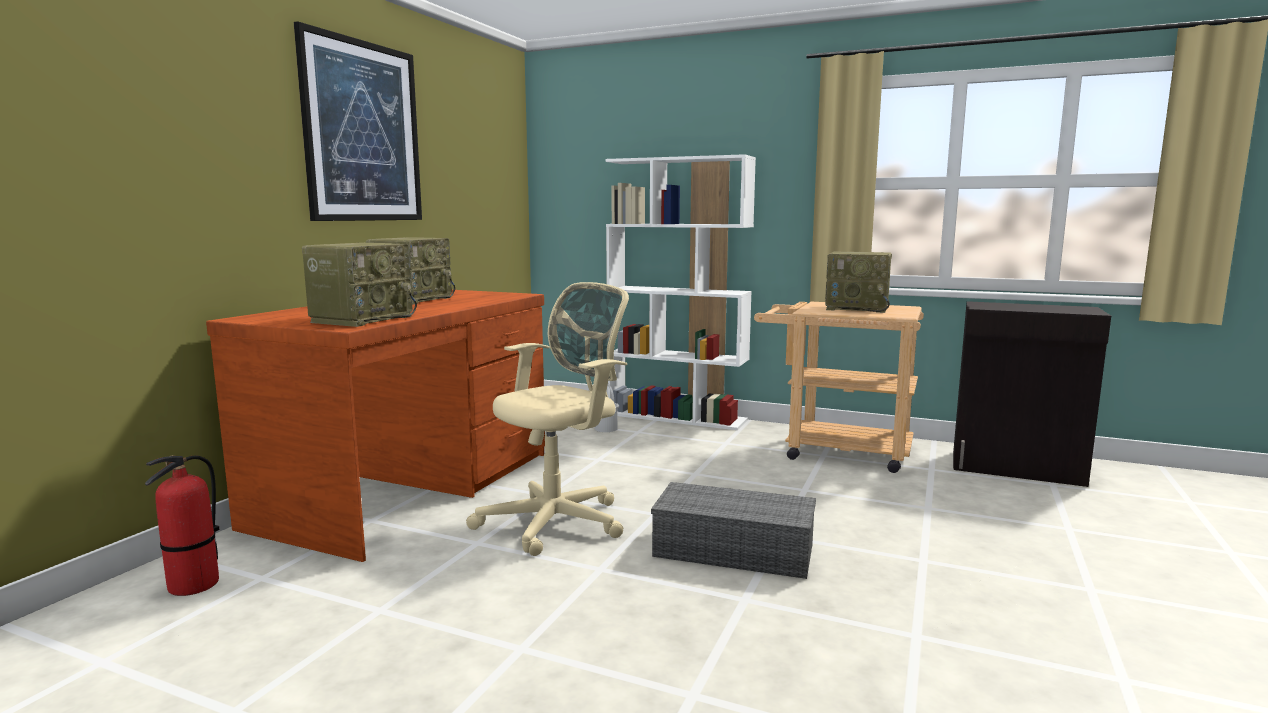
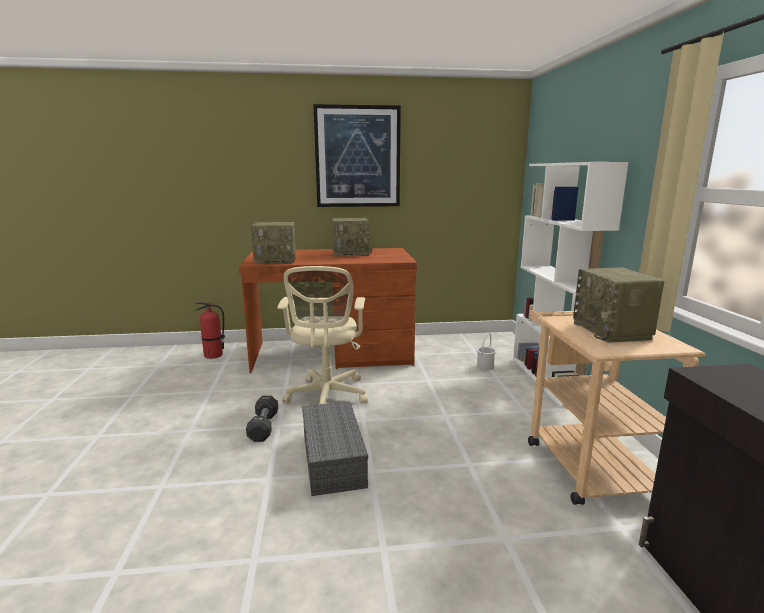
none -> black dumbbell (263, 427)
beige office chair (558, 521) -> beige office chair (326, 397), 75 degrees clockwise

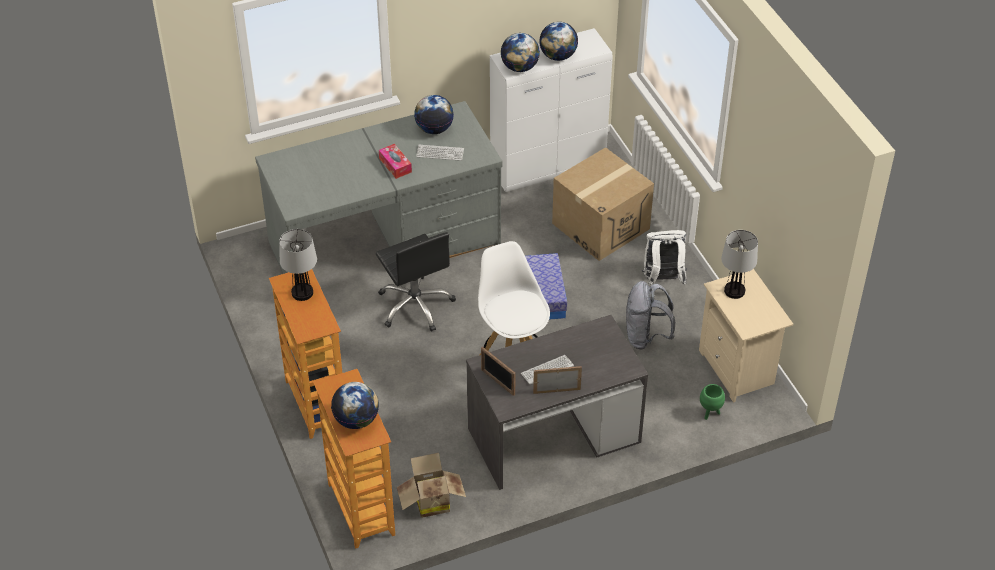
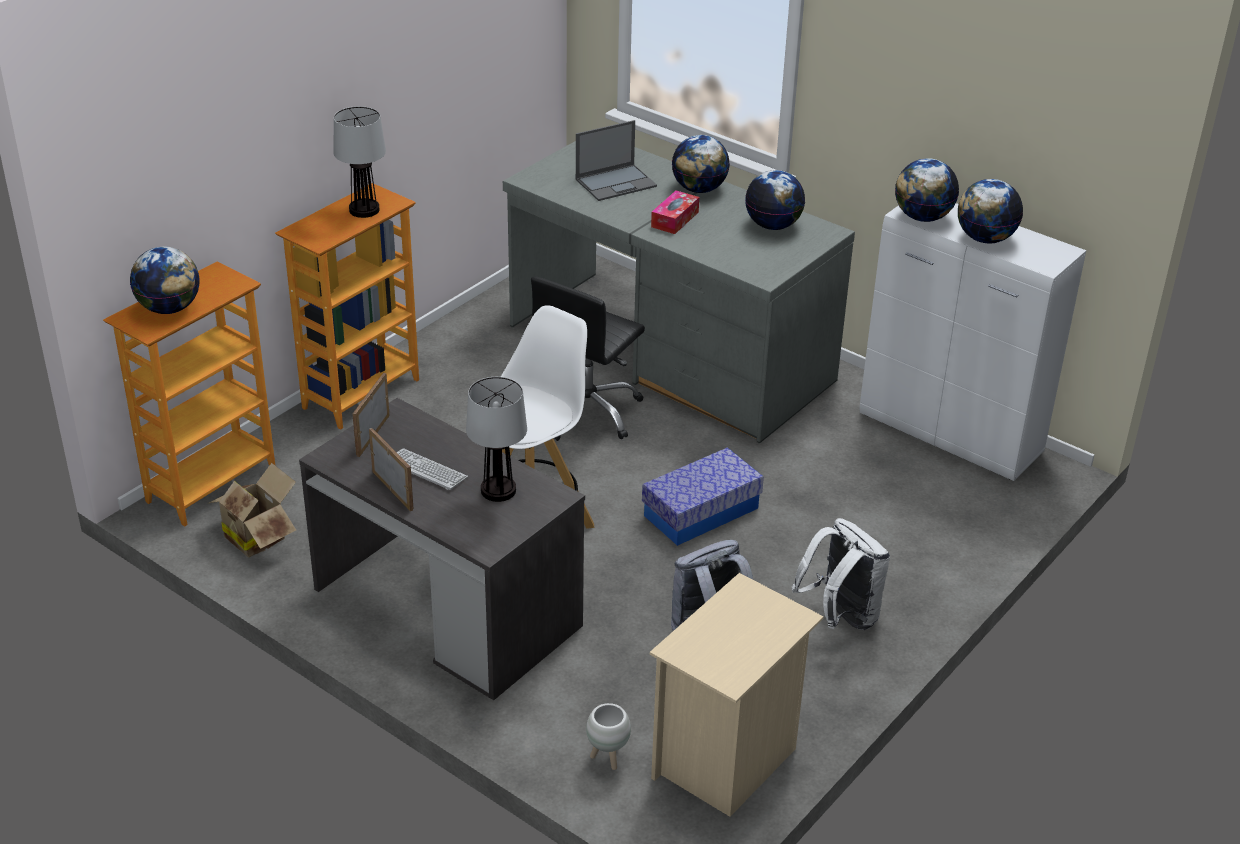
keyboard (440, 153) -> none
cardboard box (600, 226) -> none
none -> laptop (616, 182)
none -> globe (699, 189)
table lamp (734, 291) -> table lamp (498, 490), move
green planter (710, 413) -> white planter (608, 758)

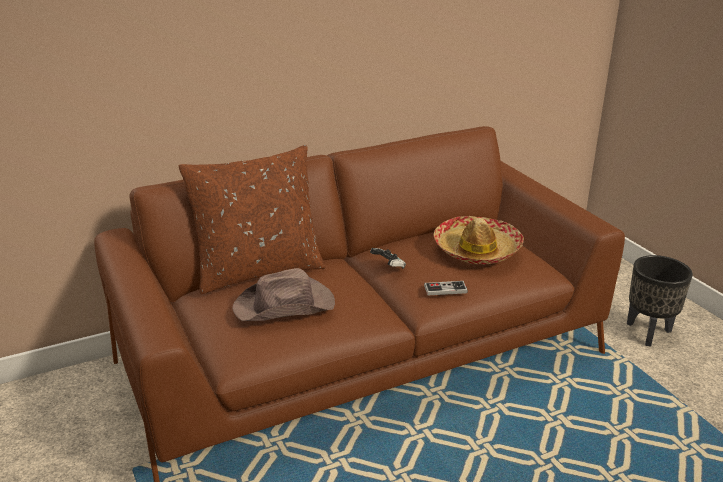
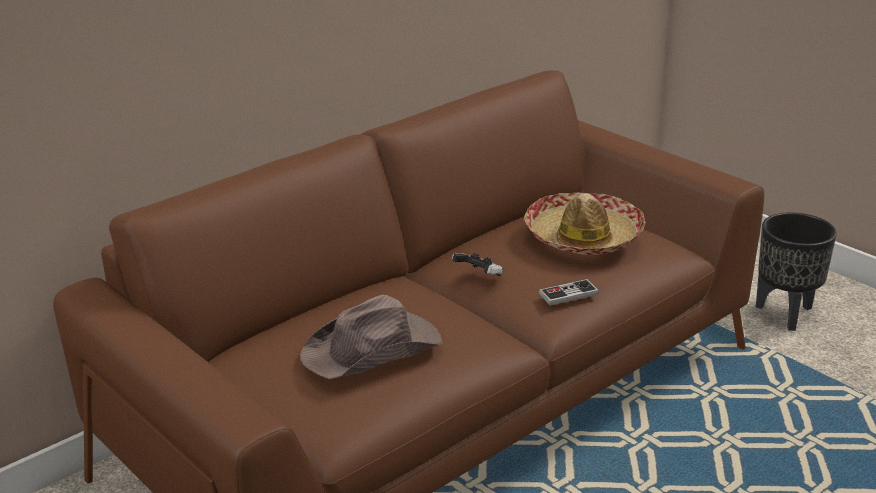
brown pillow (258, 271) -> none

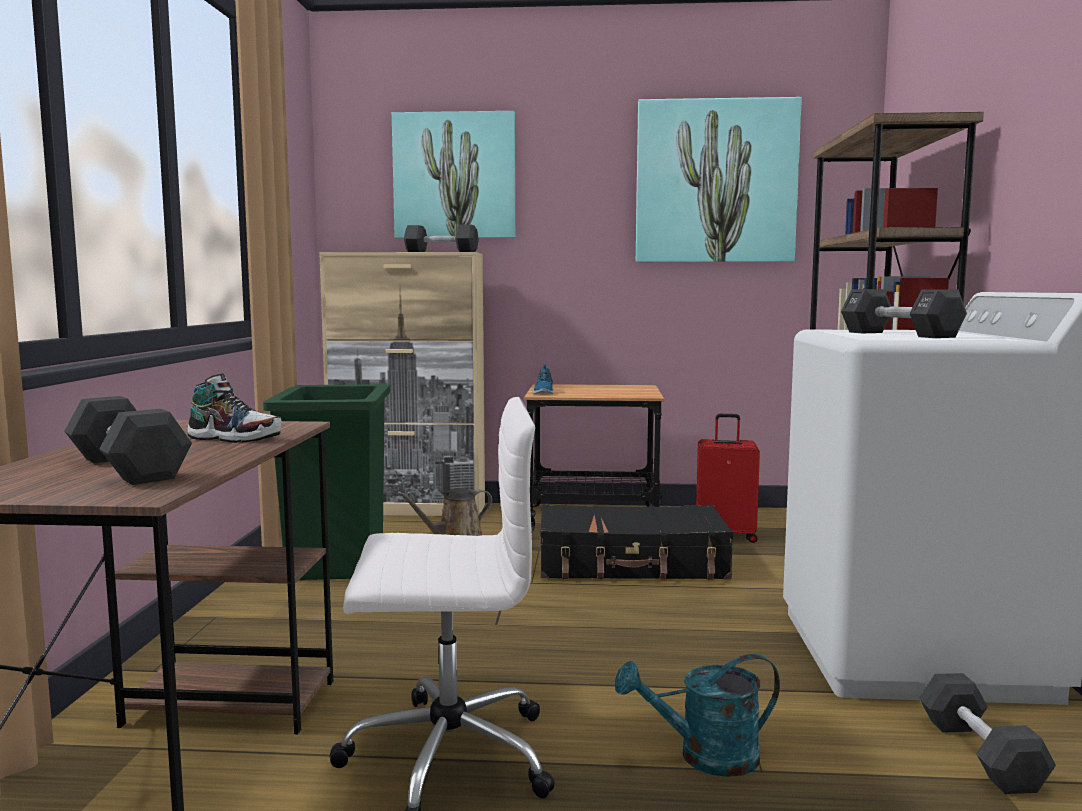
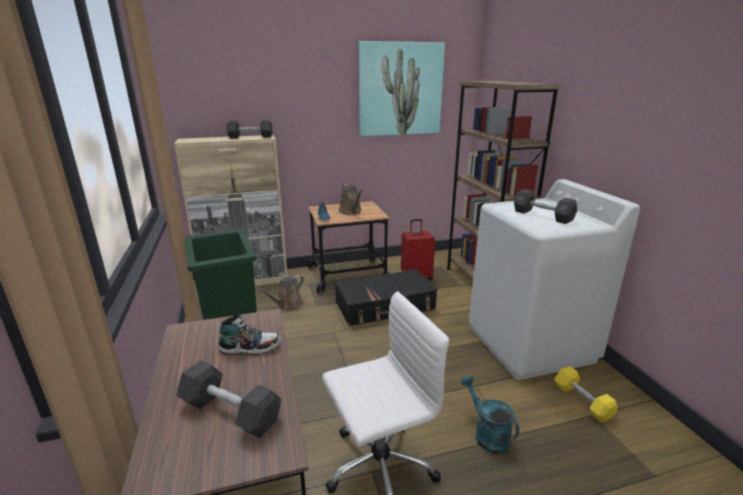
picture (454, 176) -> none
none -> brown watering can (351, 212)
black dumbbell (980, 754) -> yellow dumbbell (582, 401)
turquoise watering can (705, 757) -> turquoise watering can (487, 434), 90 degrees clockwise

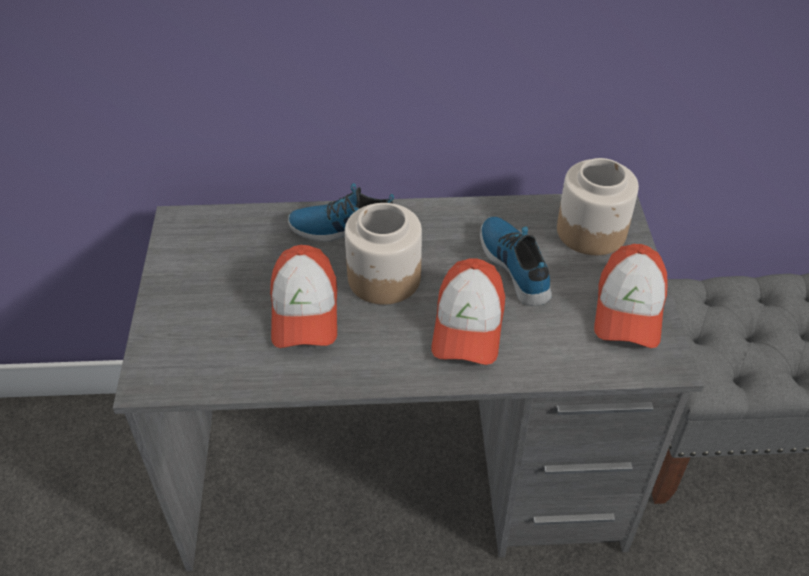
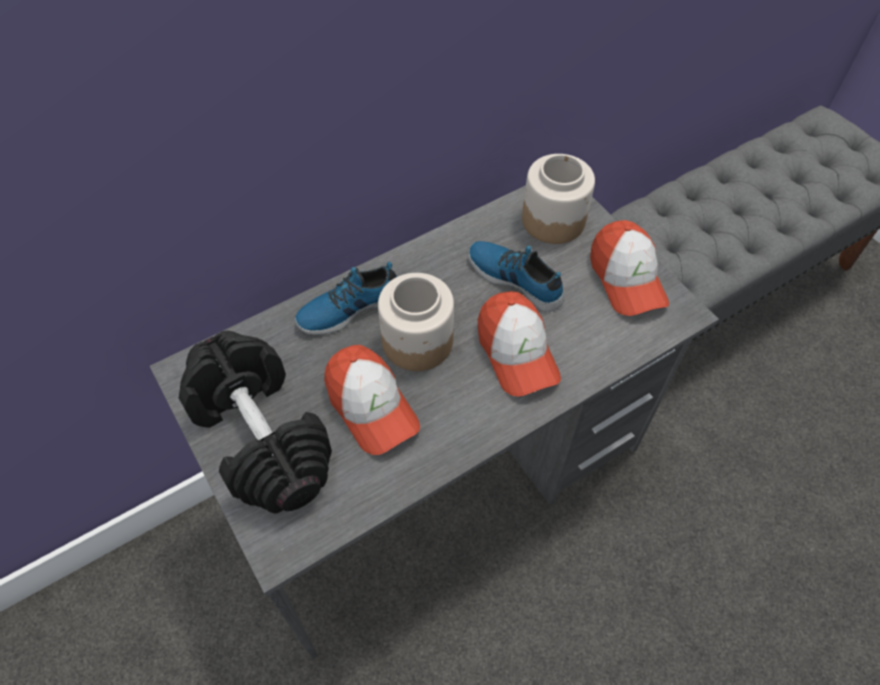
none -> black dumbbell (260, 436)

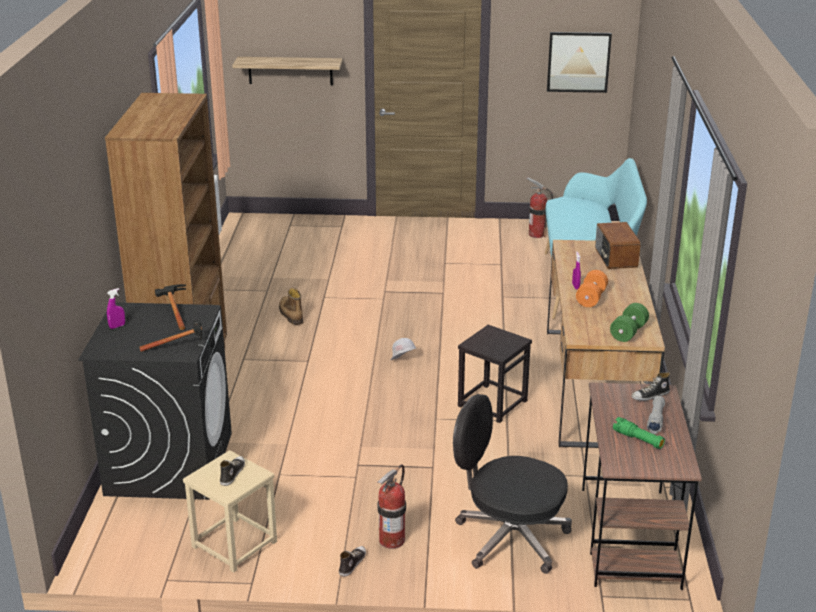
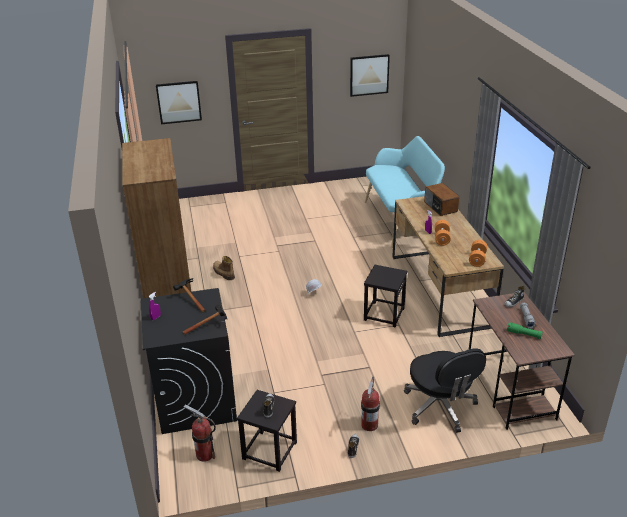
fire extinguisher (536, 234) -> fire extinguisher (205, 454), move
shelf (290, 70) -> picture (179, 102)
beige stool (234, 544) -> black stool (269, 451)
green dumbbell (628, 332) -> orange dumbbell (477, 259)
black office chair (509, 538) -> black office chair (440, 407), 120 degrees counterclockwise

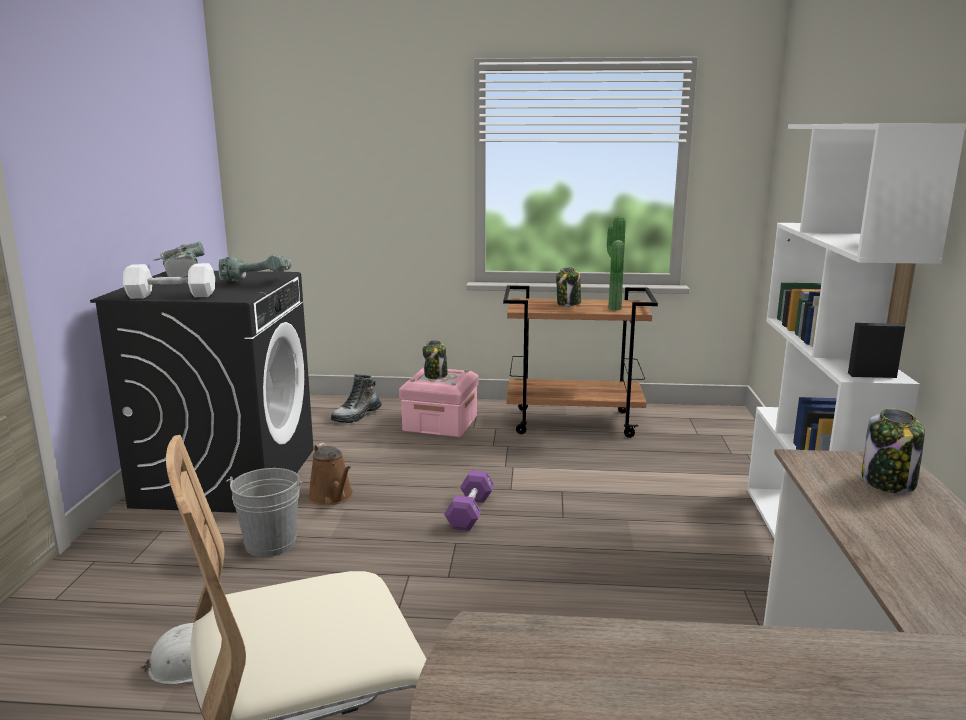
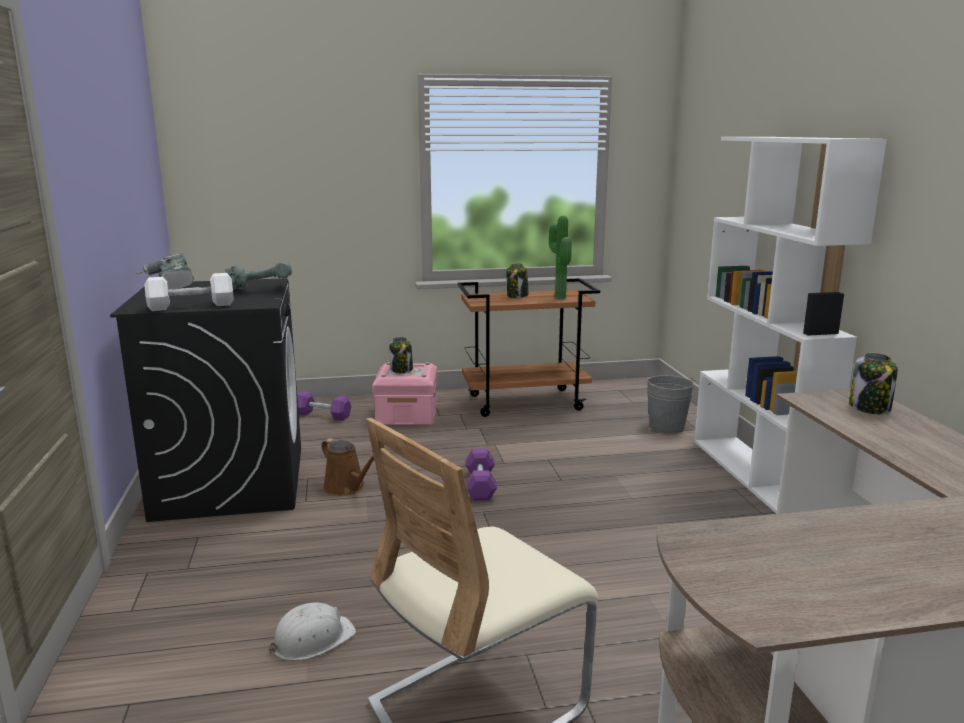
grey bucket (270, 543) -> grey bucket (666, 427), move
boot (356, 416) -> purple dumbbell (322, 415)

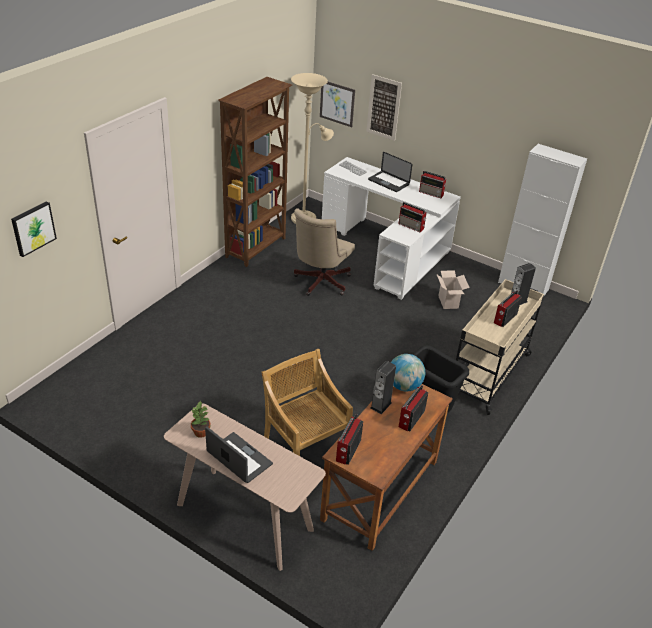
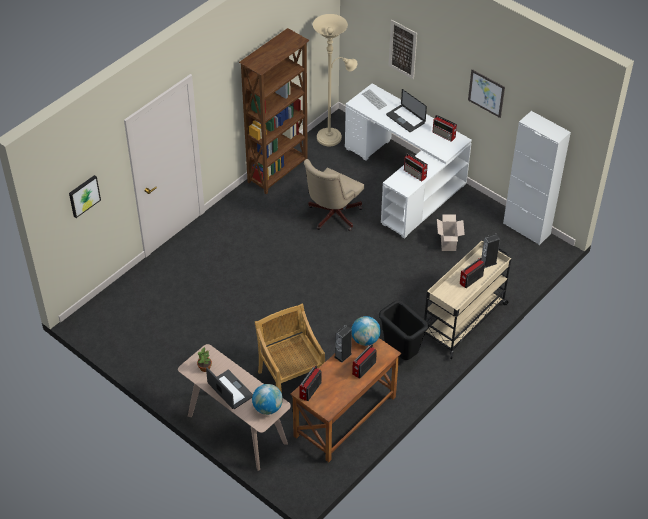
none -> globe (267, 408)
picture (337, 103) -> picture (486, 93), move

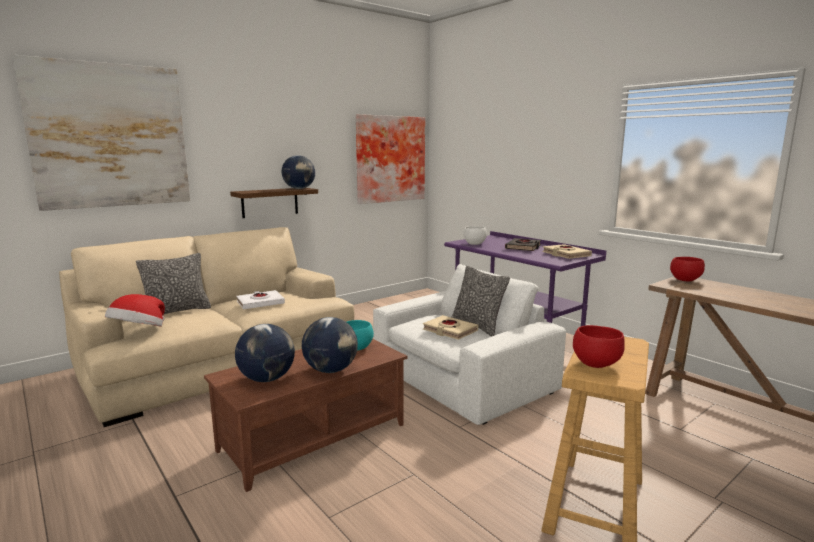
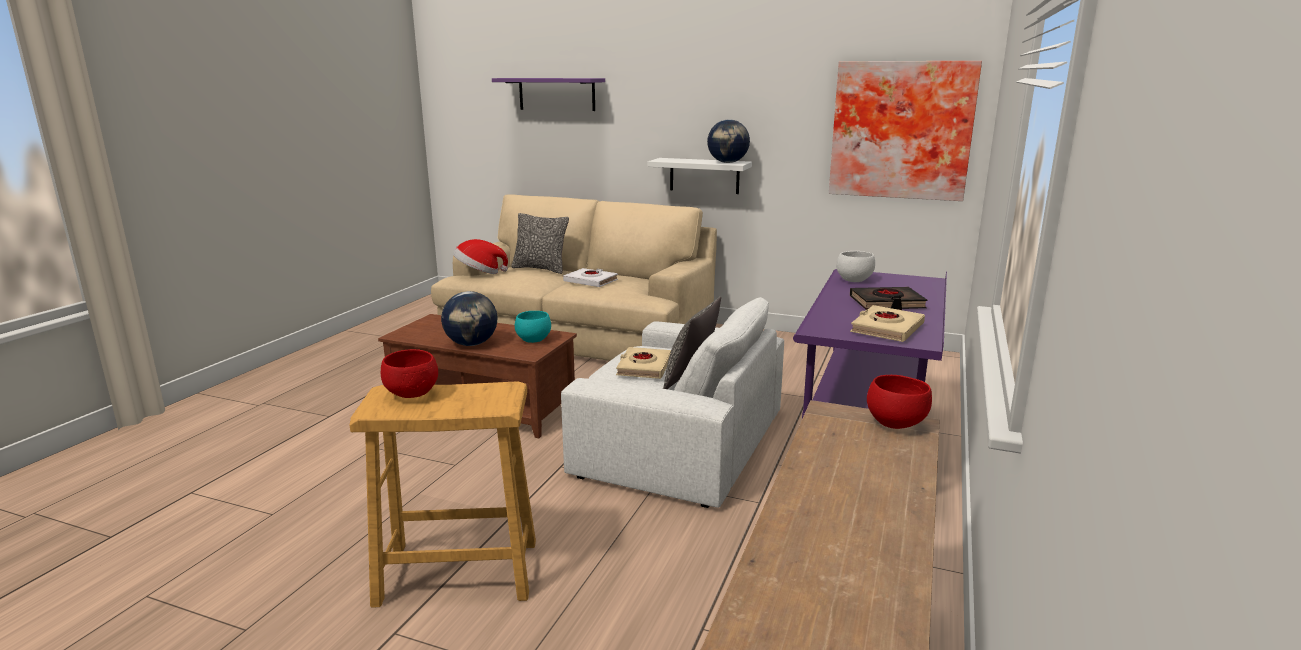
globe (267, 379) -> none
picture (110, 136) -> purple shelf (556, 94)
brown shelf (270, 202) -> white shelf (704, 175)

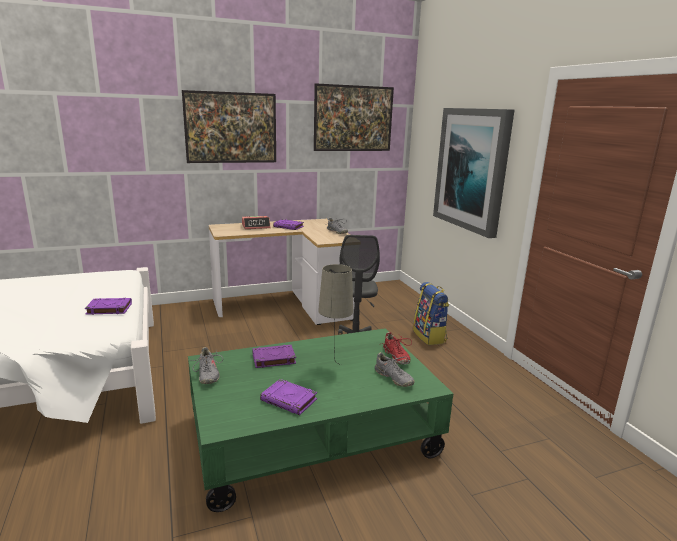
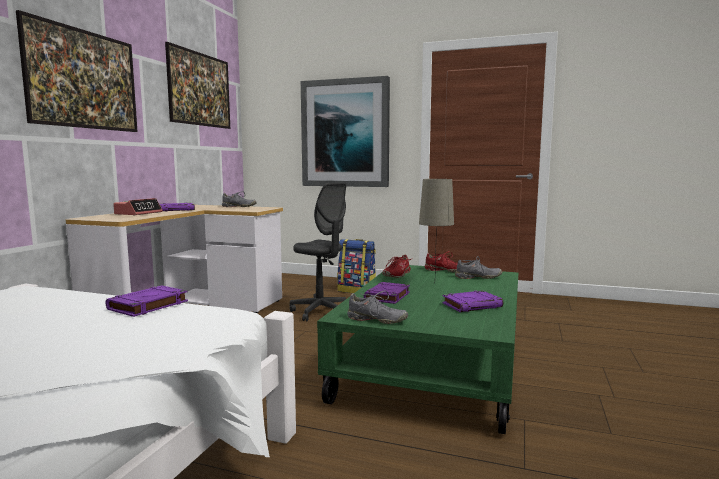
none -> red shoe (396, 275)

